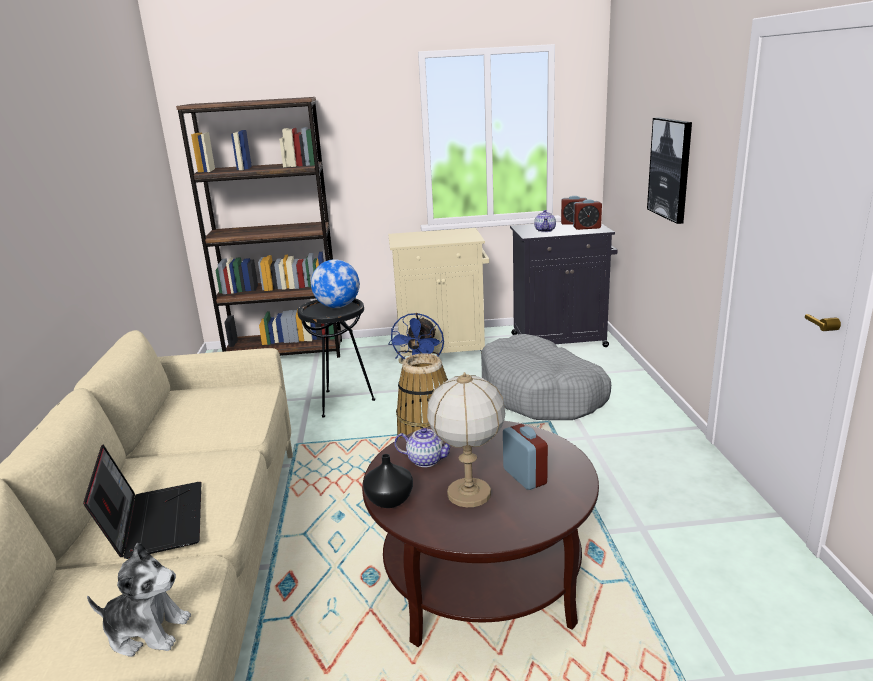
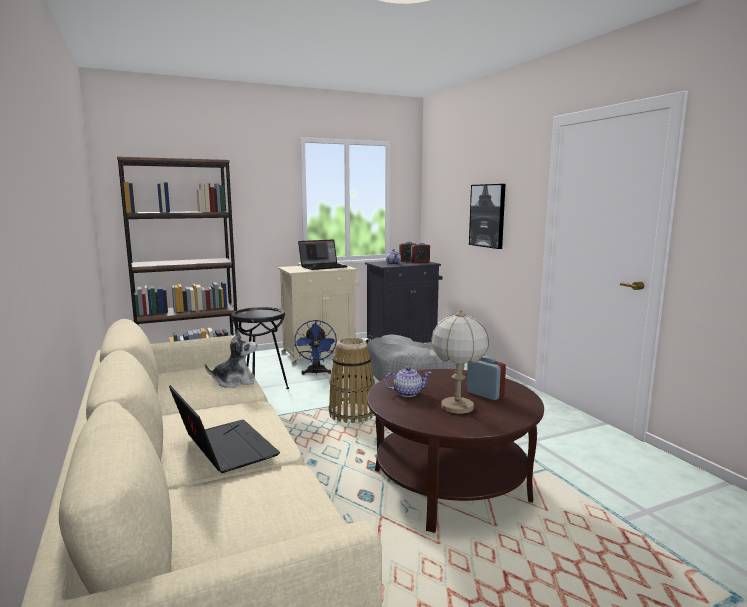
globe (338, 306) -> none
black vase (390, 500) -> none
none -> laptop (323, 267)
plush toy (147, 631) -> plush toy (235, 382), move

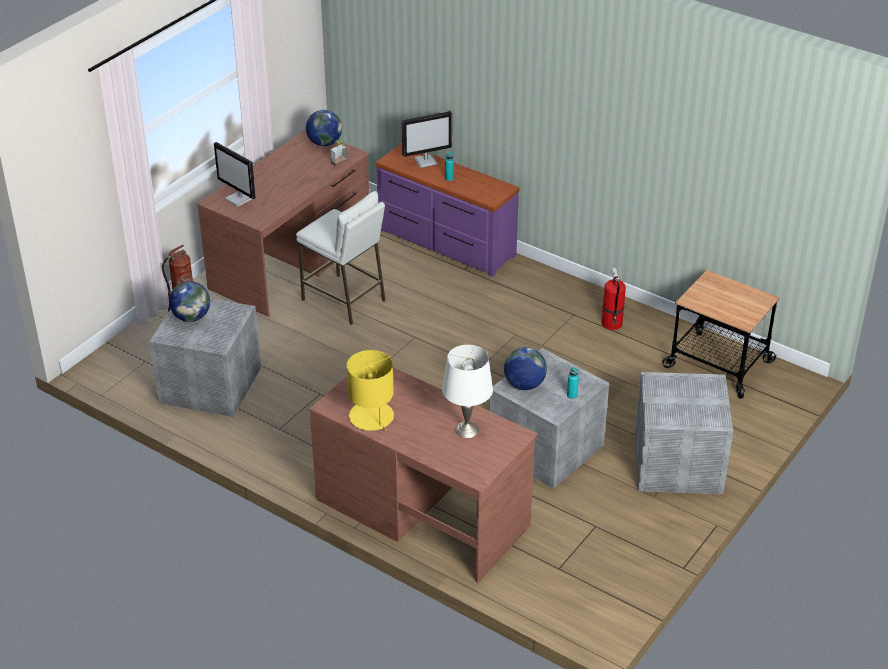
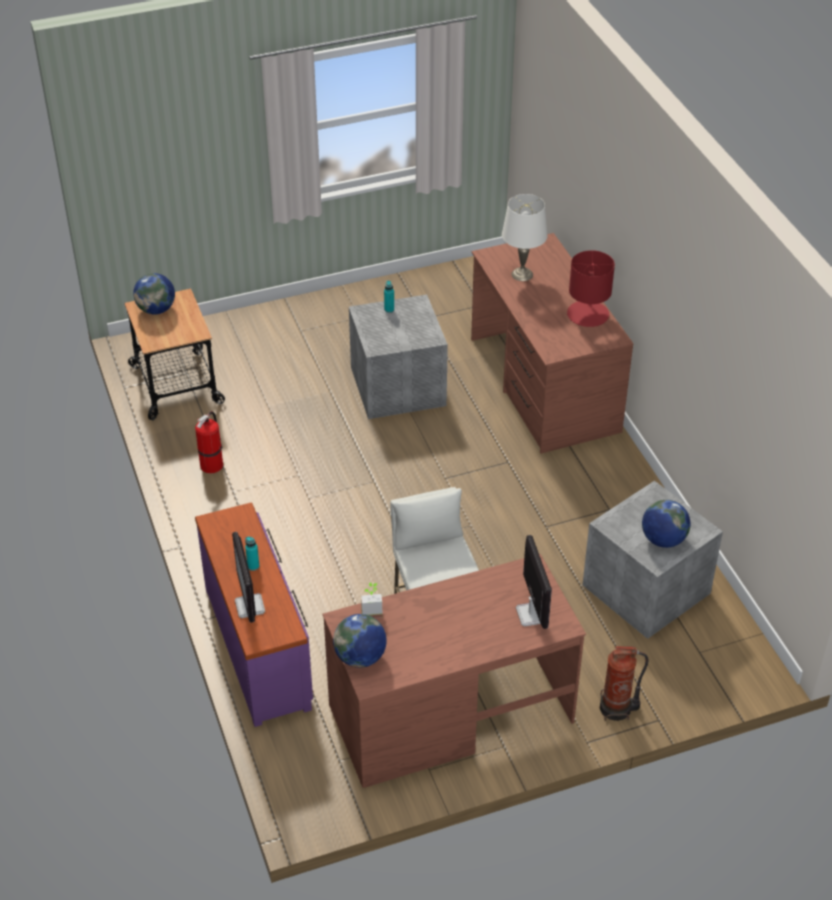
grey storage box (679, 464) -> none
globe (524, 385) -> globe (156, 309), move
yellow table lamp (371, 417) -> red table lamp (588, 314)
monitor (426, 161) -> monitor (250, 607), 120 degrees counterclockwise

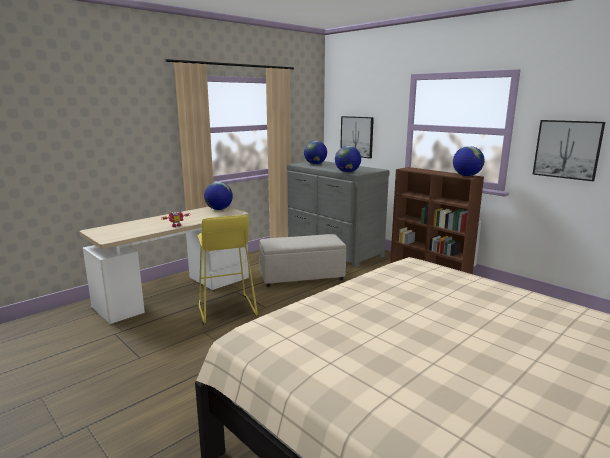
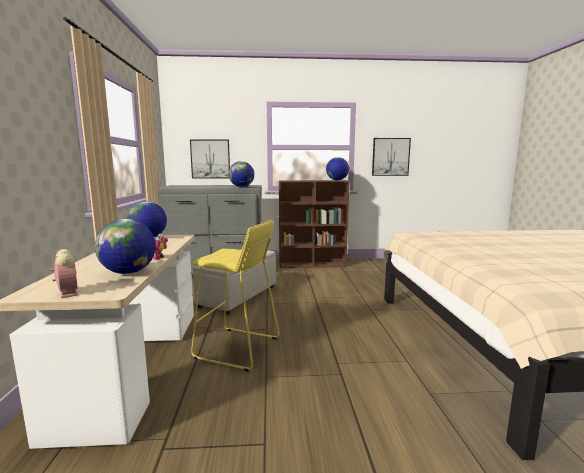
none -> alarm clock (68, 292)
globe (315, 164) -> globe (129, 272), move

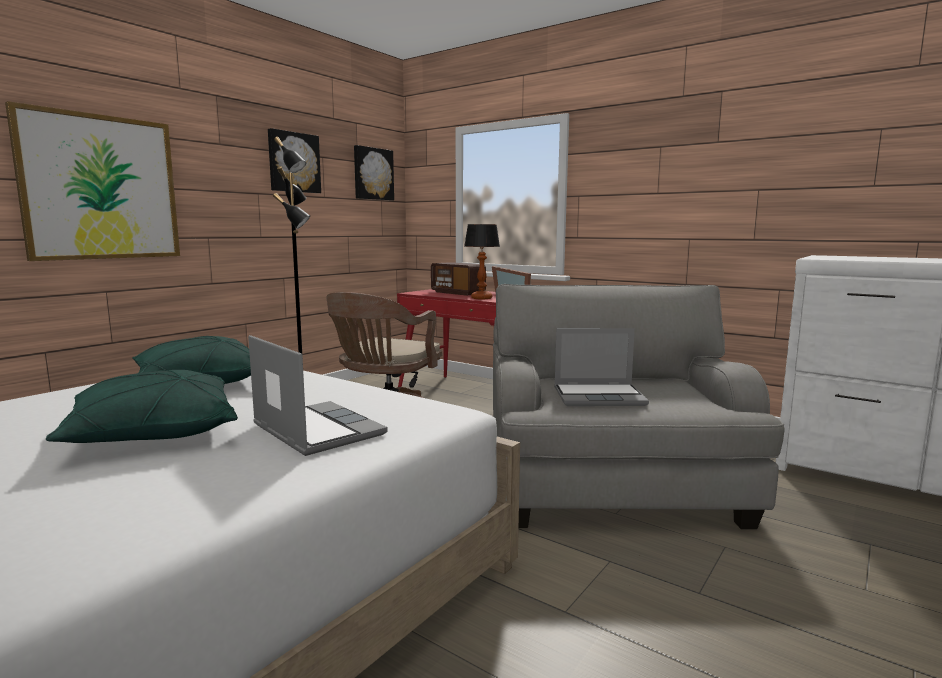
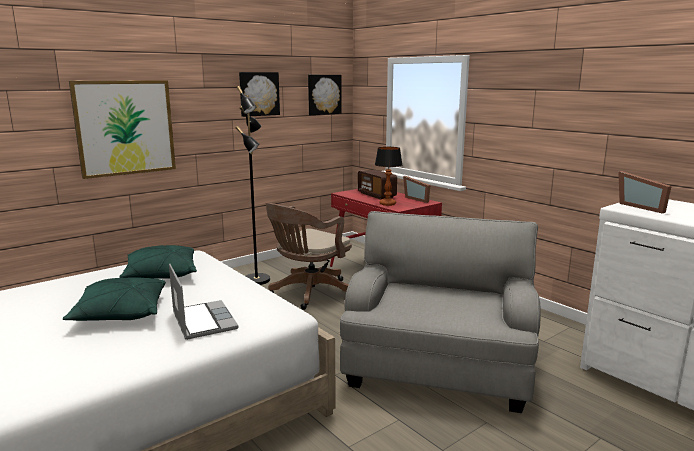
laptop (599, 397) -> none
none -> picture frame (642, 207)

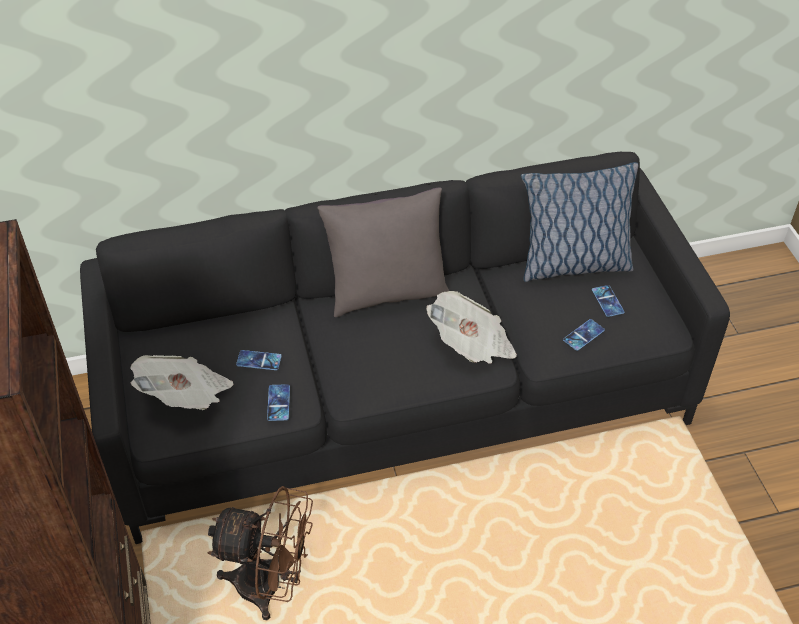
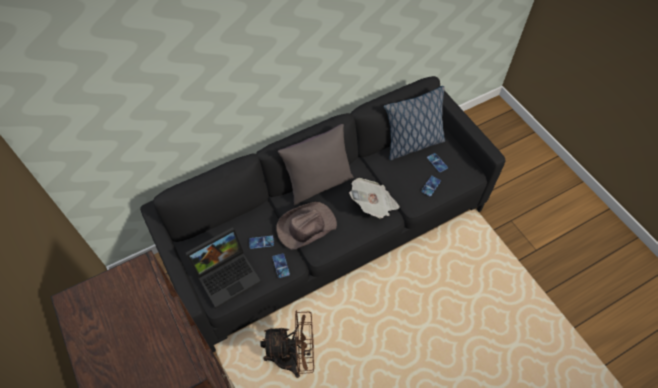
none -> brown hat (305, 227)
newspaper (186, 396) -> laptop (228, 274)

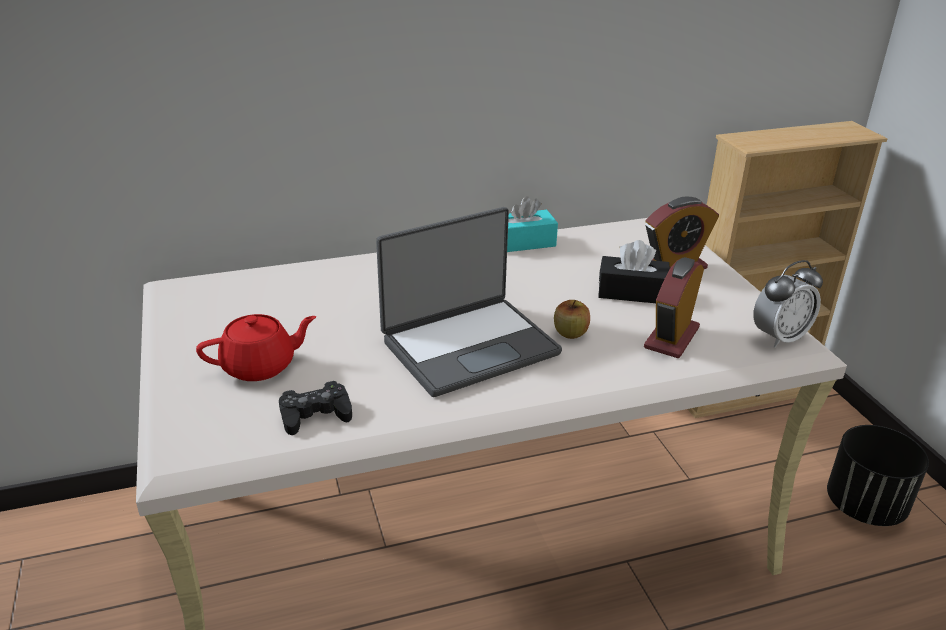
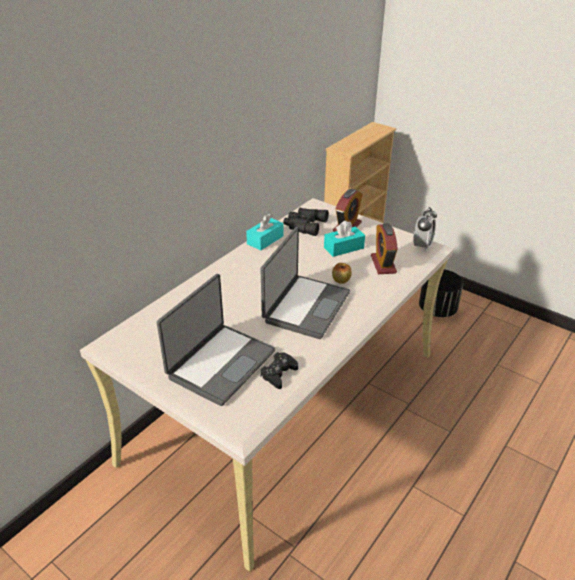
none -> black binoculars (304, 225)
red teapot (260, 366) -> laptop (220, 363)
black tissue box (632, 292) -> turquoise tissue box (343, 248)

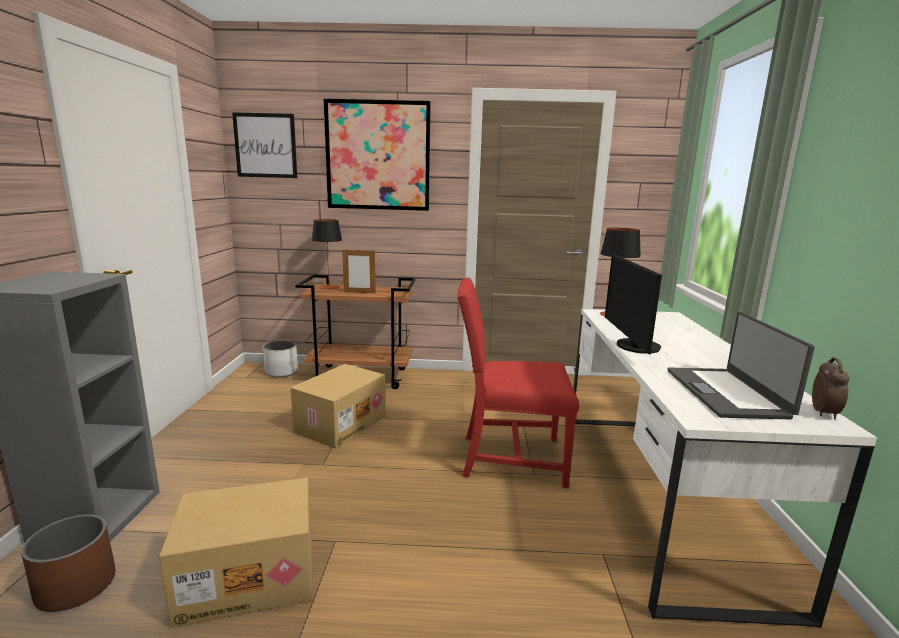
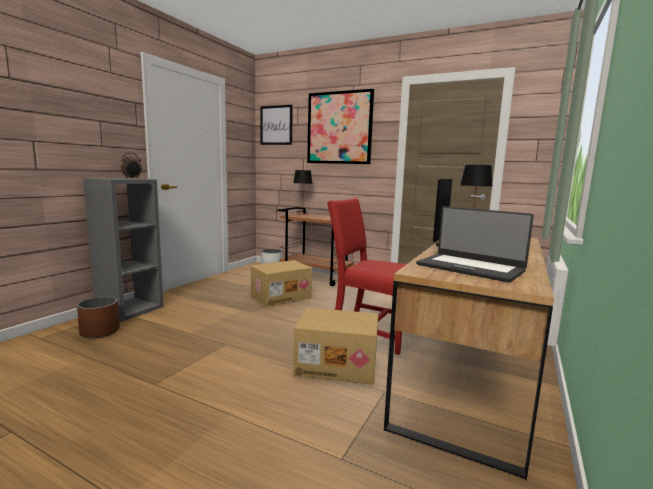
picture frame (359, 292) -> none
cardboard box (250, 576) -> cardboard box (337, 365), move
alarm clock (824, 413) -> alarm clock (132, 178), move
white desk (657, 493) -> brown desk (470, 373)
laptop (727, 393) -> laptop (470, 267), 75 degrees counterclockwise

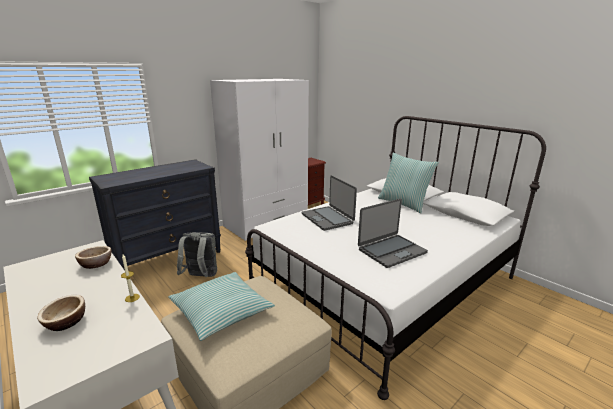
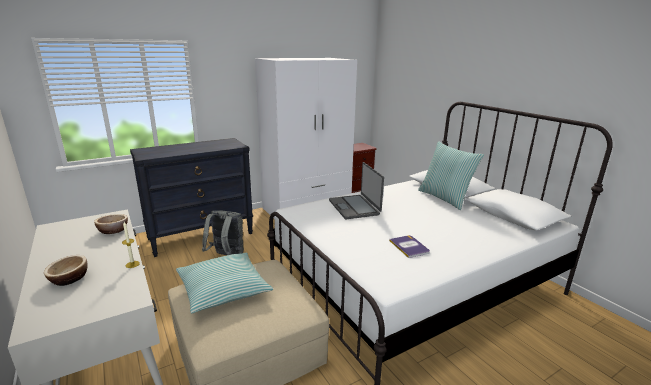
laptop (391, 251) -> book (409, 246)

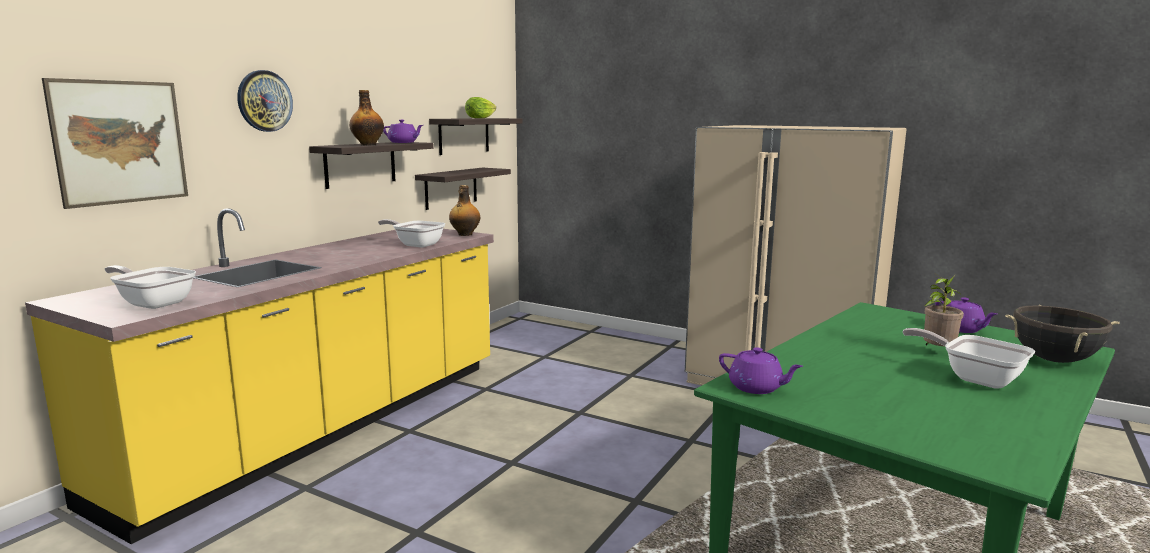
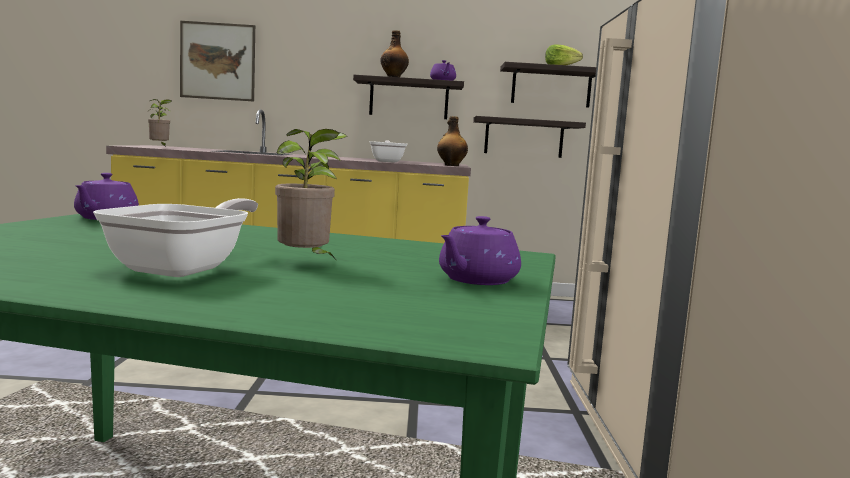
wall clock (264, 101) -> none
black cooking pot (1053, 360) -> none
frying pan (153, 303) -> potted plant (160, 147)

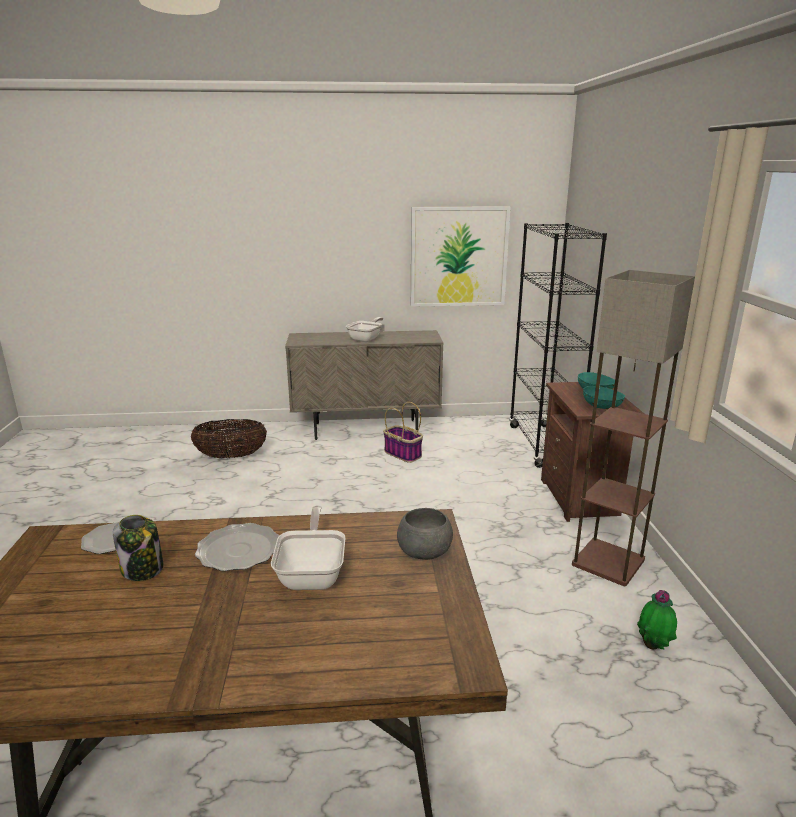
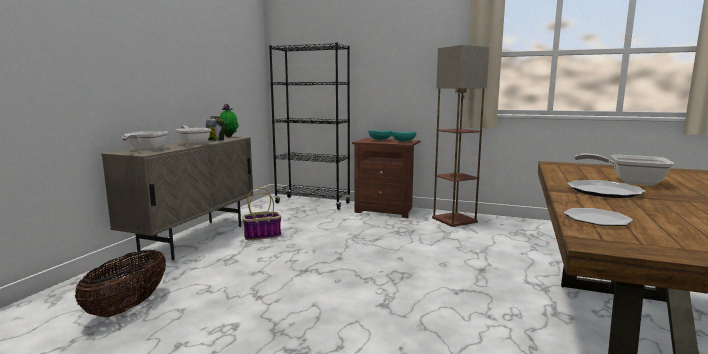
grey bowl (424, 554) -> none
picture (458, 257) -> none
none -> frying pan (145, 150)
jar (143, 569) -> jar (215, 140), move
potted plant (653, 646) -> potted plant (229, 137), move

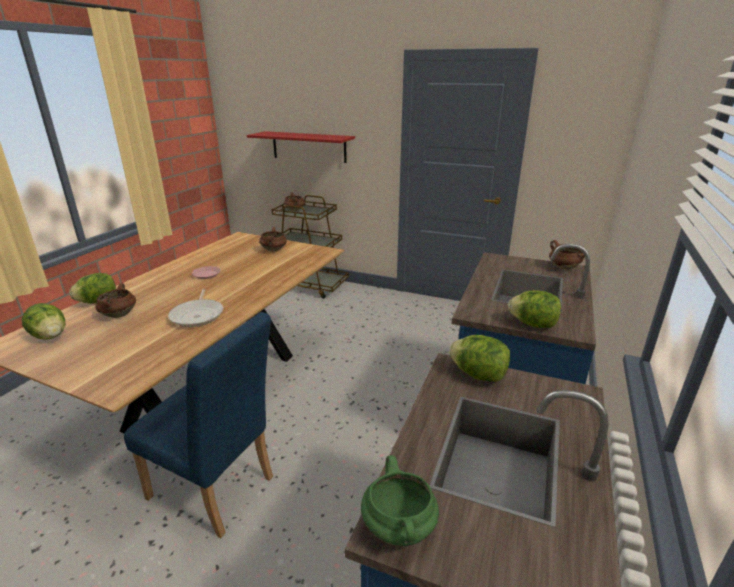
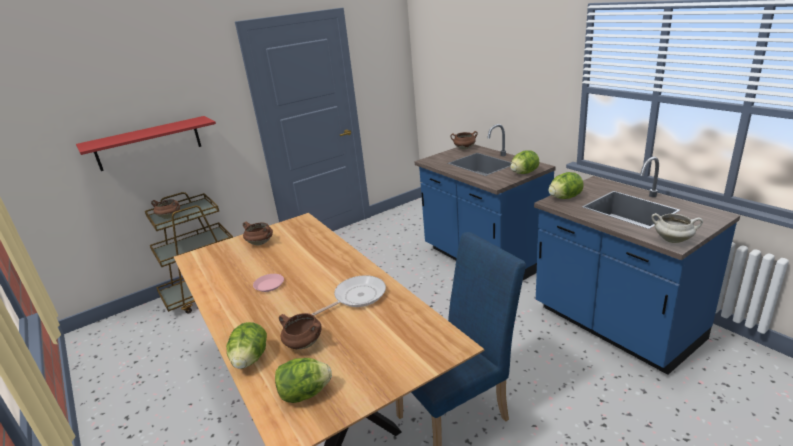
green cooking pot (400, 528) -> white cooking pot (673, 240)
frying pan (198, 315) -> frying pan (357, 296), 60 degrees counterclockwise

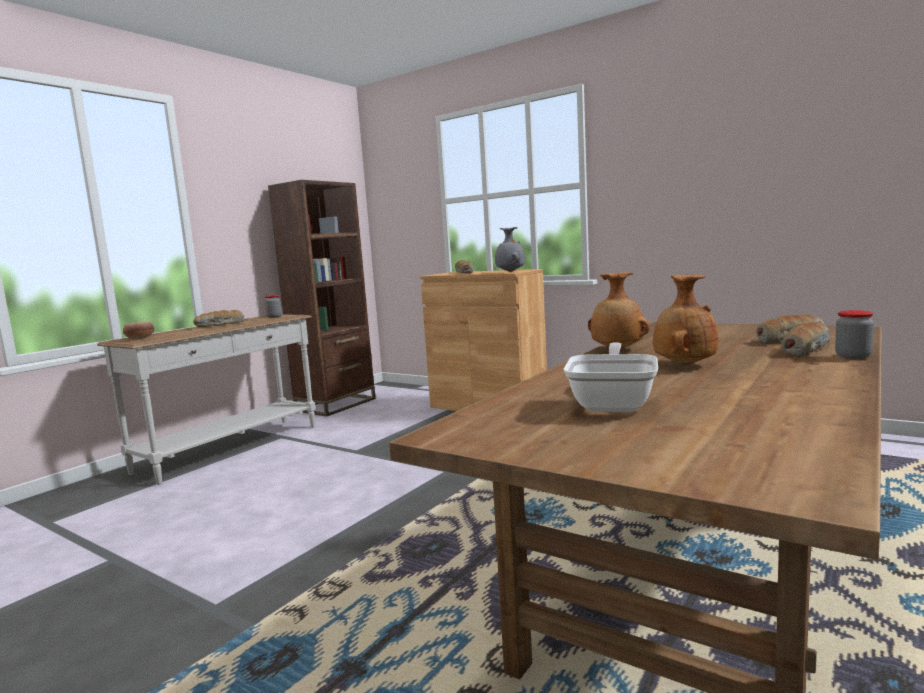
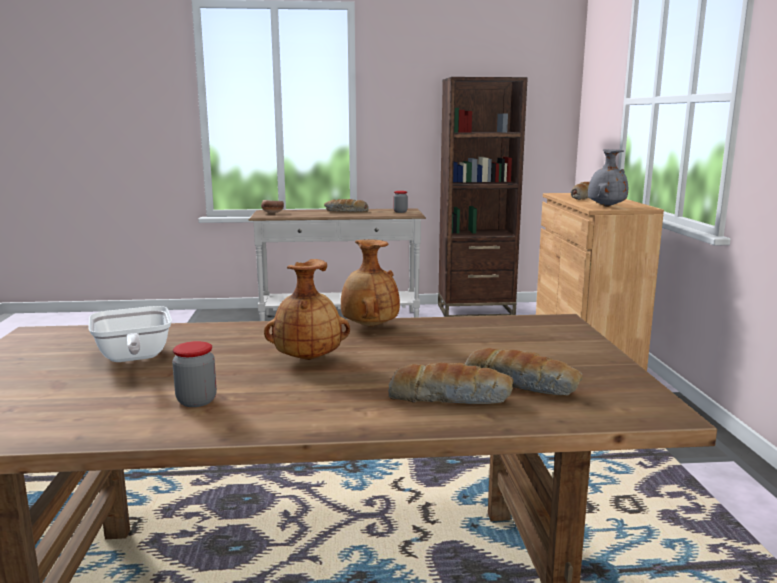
jar (853, 356) -> jar (196, 401), move
frying pan (613, 403) -> frying pan (133, 358), 90 degrees clockwise

